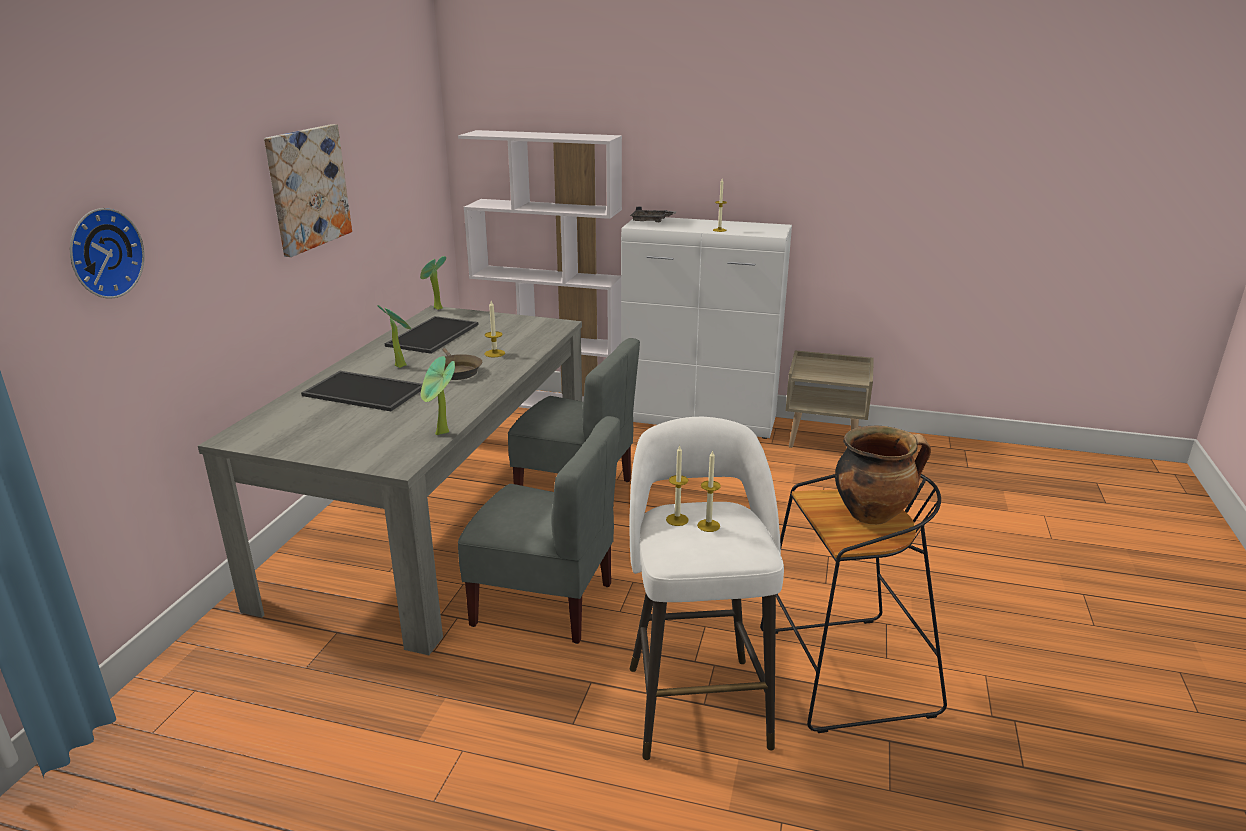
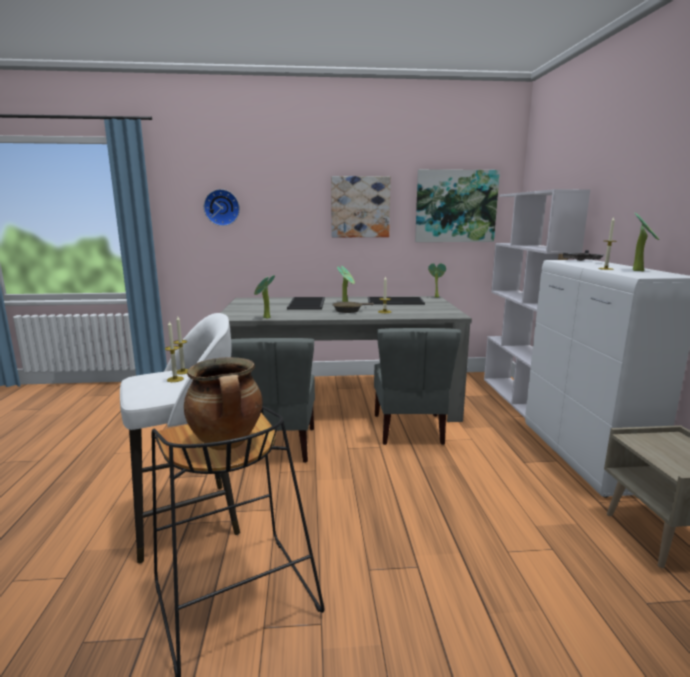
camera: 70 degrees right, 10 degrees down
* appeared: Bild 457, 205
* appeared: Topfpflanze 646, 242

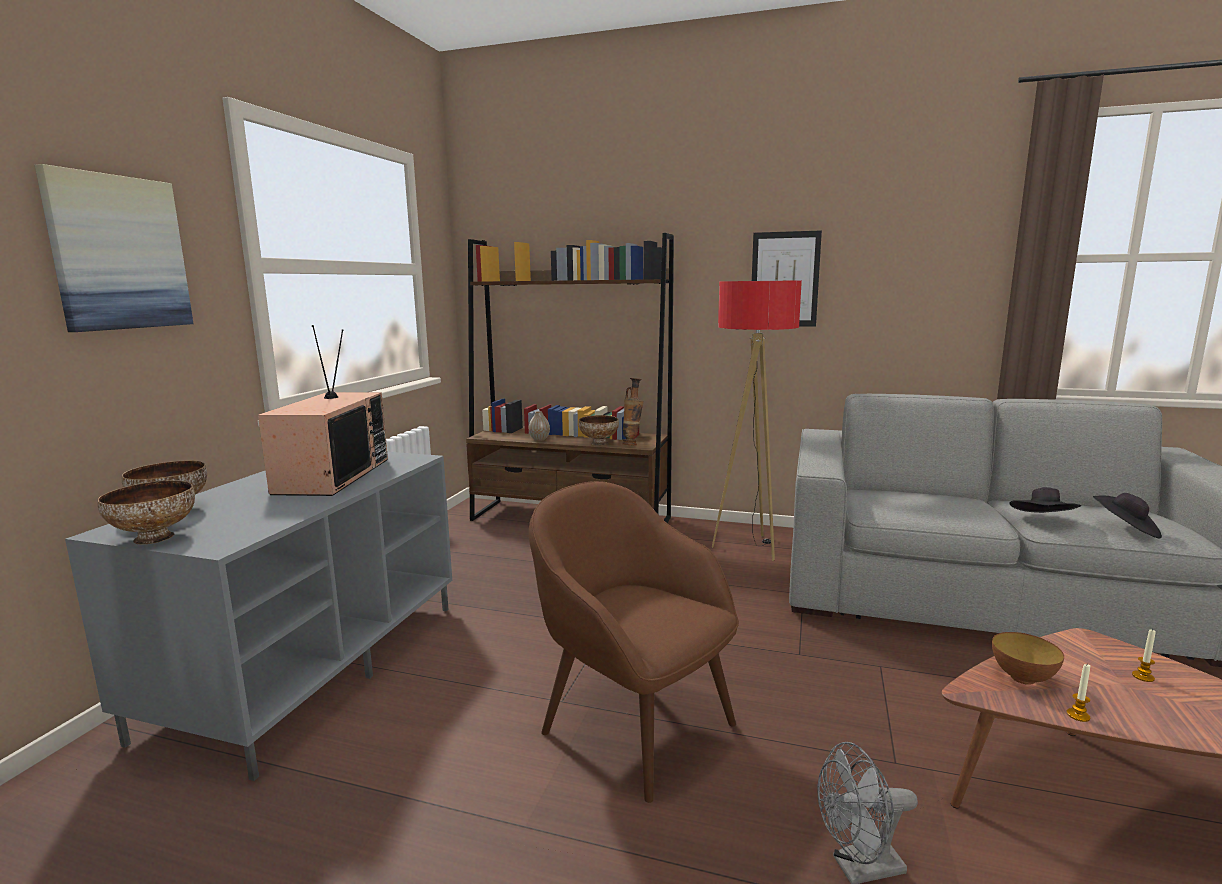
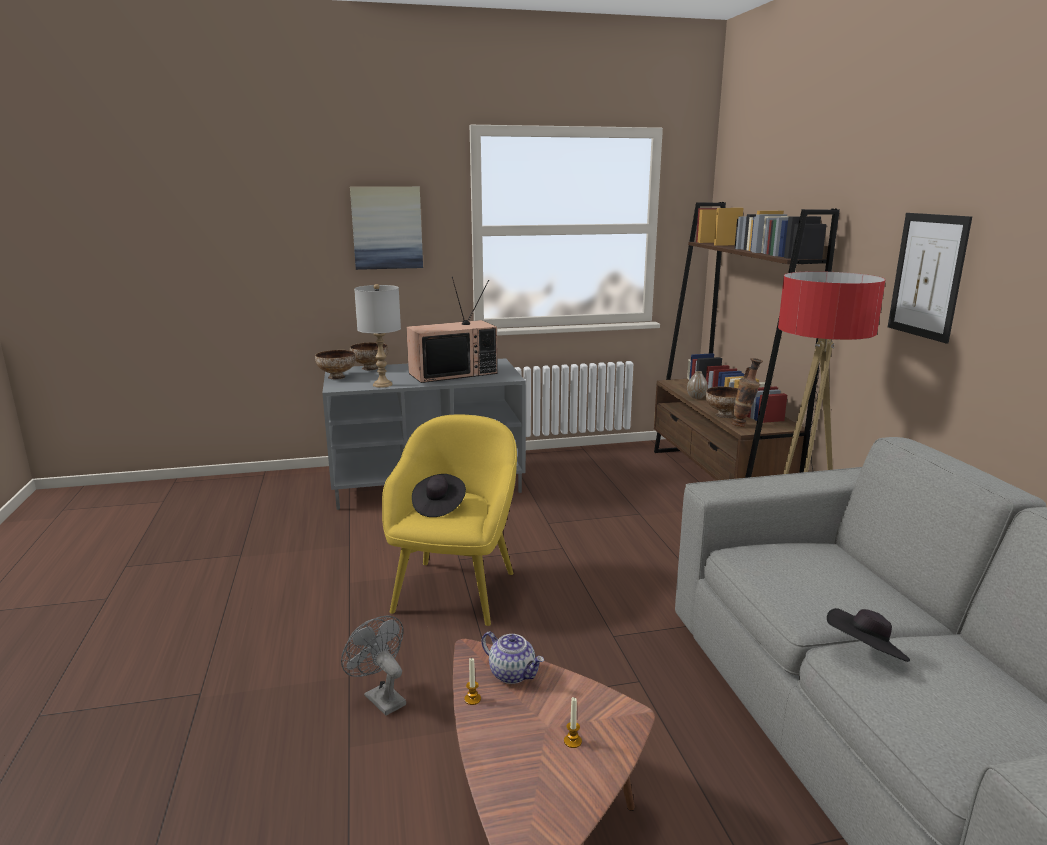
camera: 60 degrees right, 5 degrees up
* appeared: Tischlampe (grau) 377, 336
* relocated: Hut (schwarz) 1127, 516 to 439, 495
* exchanged: Schüssel 1028, 658 to Teekanne 512, 657
* colour: Sessel (braun) 634, 642 to Sessel (gelb) 449, 520

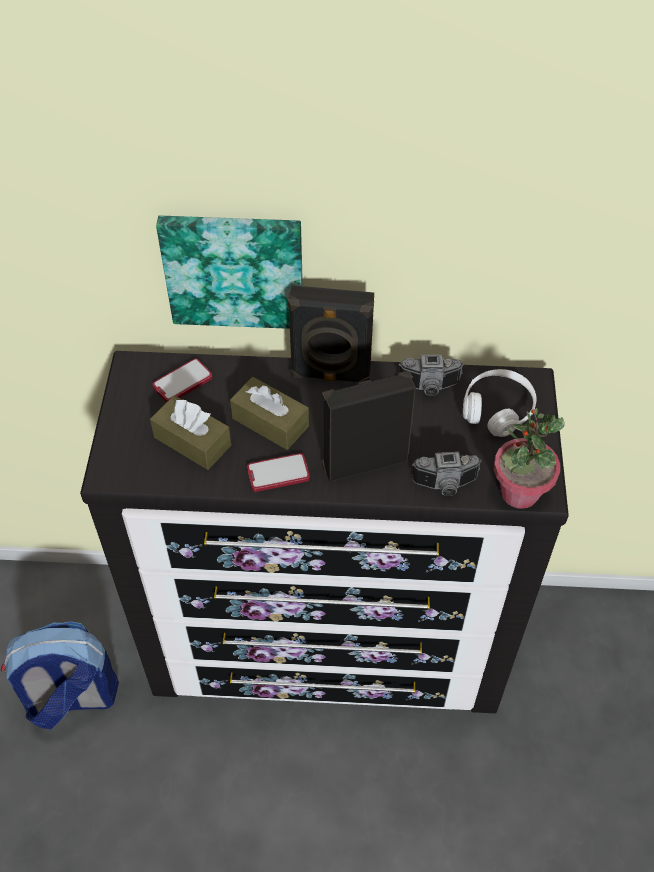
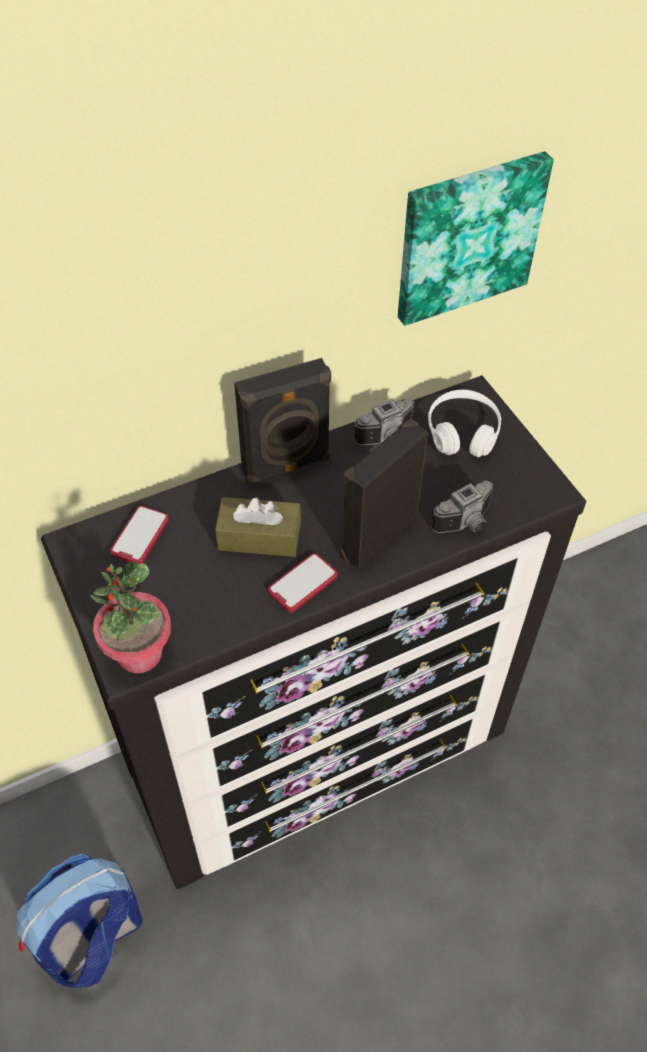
camera: 30 degrees left, 0 degrees up
* missing: Taschentuchbox (braun) 190, 432
* relocated: Bild 229, 272 to 476, 238
* relocated: Topfpflanze 529, 458 to 130, 617

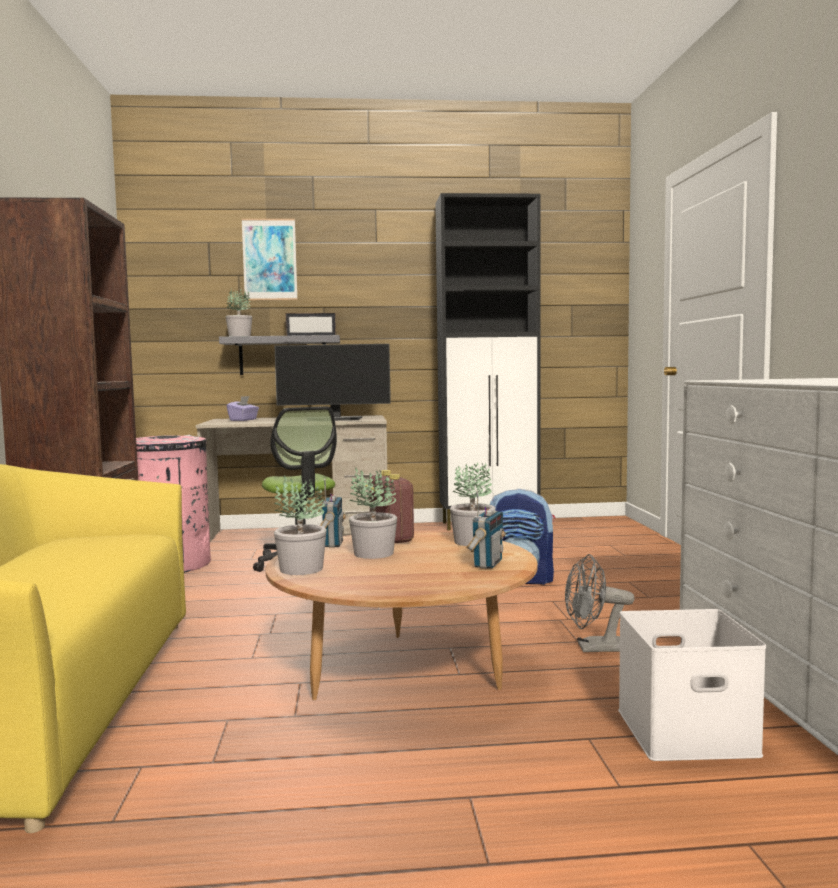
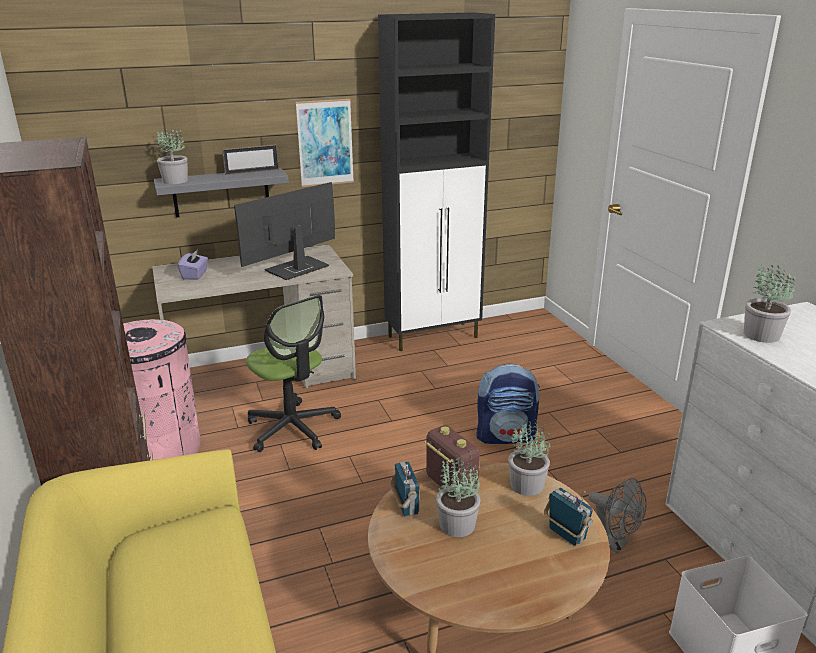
camera: 15 degrees left, 20 degrees up
* relocated: Bild 270, 259 to 325, 143
* relocated: Topfpflanze 300, 525 to 769, 304
* spun: Monitor 333, 382 = 284, 231 150 degrees clockwise
* spun: Radio 486, 529 = 568, 517 45 degrees counterclockwise
* spun: Ventilator (grau) 599, 603 = 617, 515 120 degrees counterclockwise

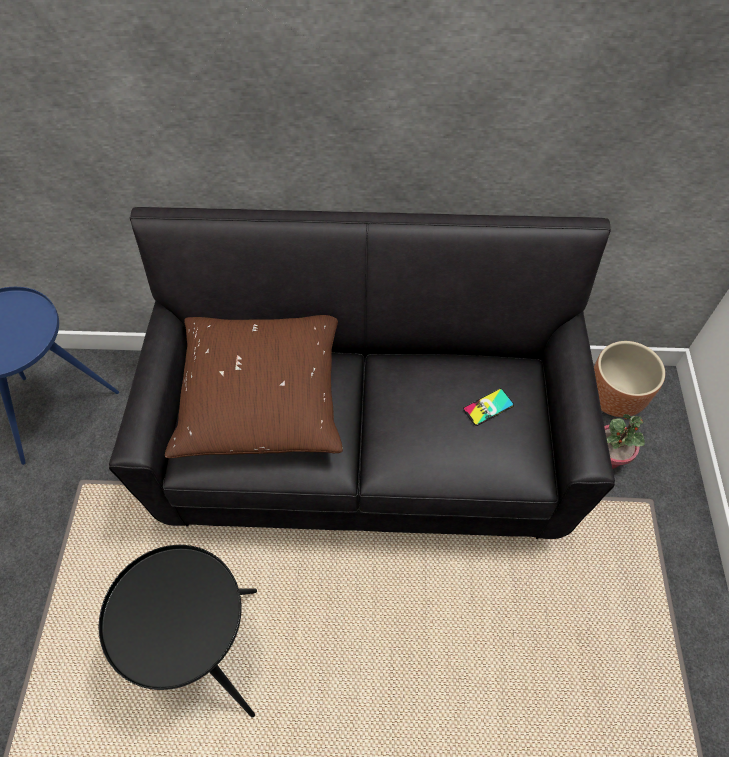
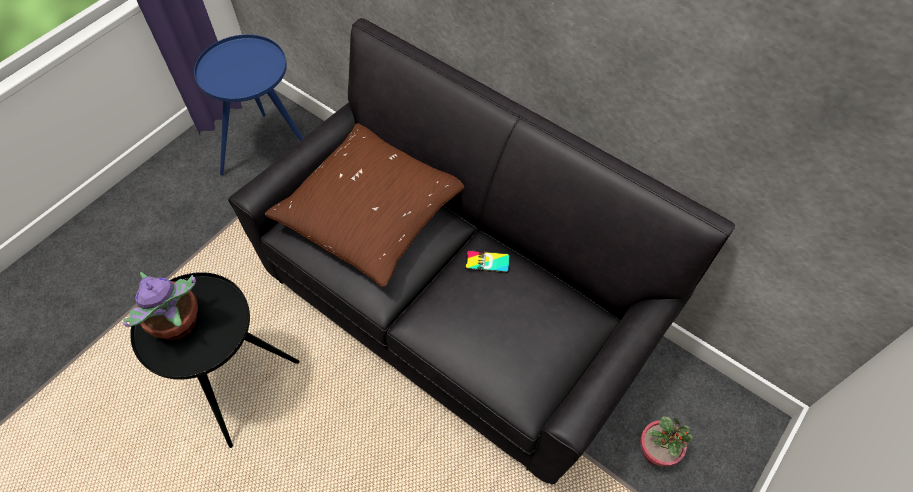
camera: 35 degrees right, 0 degrees up
* missing: Pflanzkübel (braun) 629, 379
* appeared: Topfpflanze 160, 306
* relocated: Handy 488, 407 to 487, 261

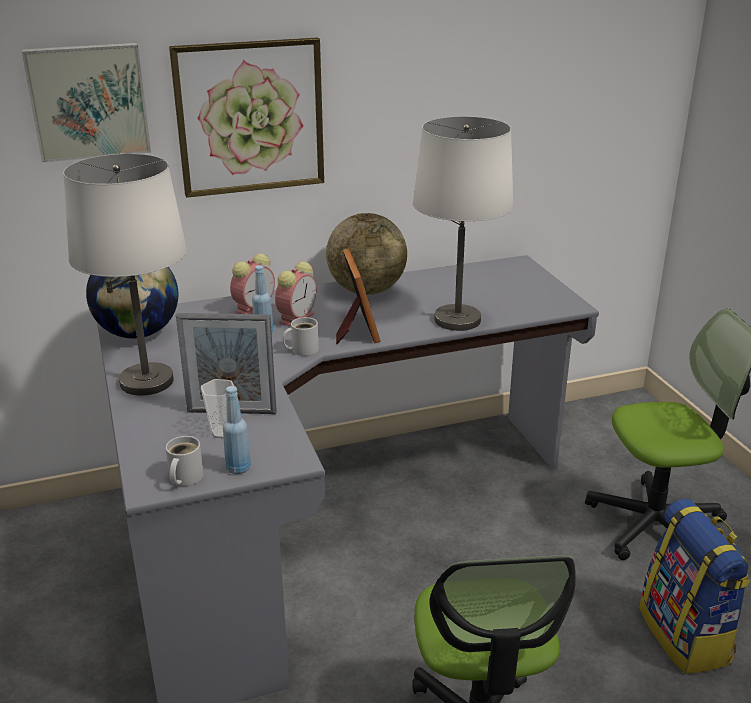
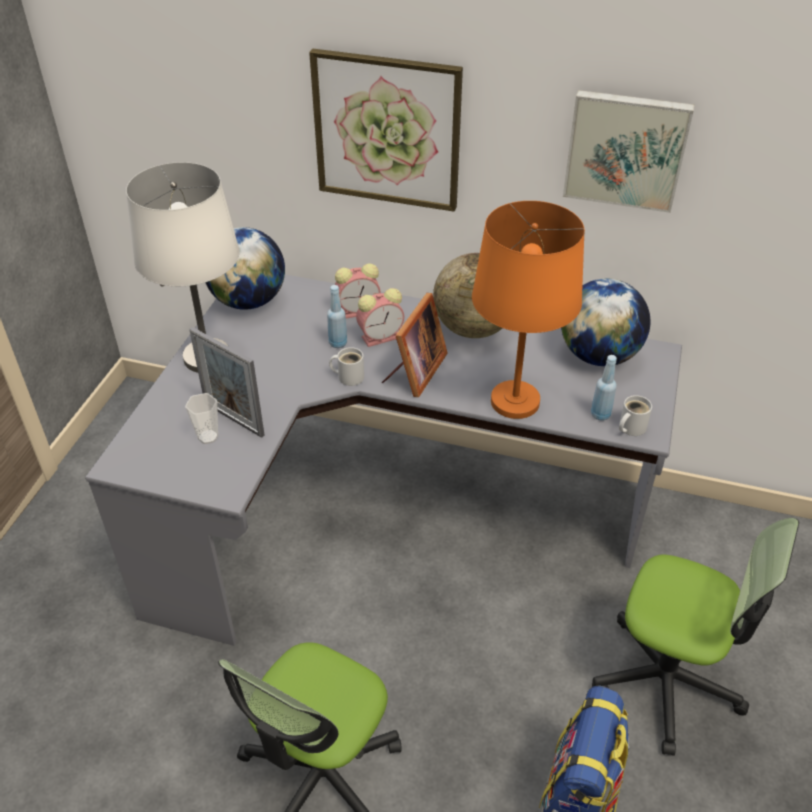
camera: 35 degrees right, 15 degrees up
* appeared: Globus 605, 322
* relocated: Bild 86, 102 to 628, 151
* relocated: Henkelbecher (weiß) 184, 461 to 635, 415
* relocated: Flasche (blau) 237, 430 to 604, 388
* colour: Tischlampe (weiß) 463, 223 to Tischlampe (orange) 528, 310

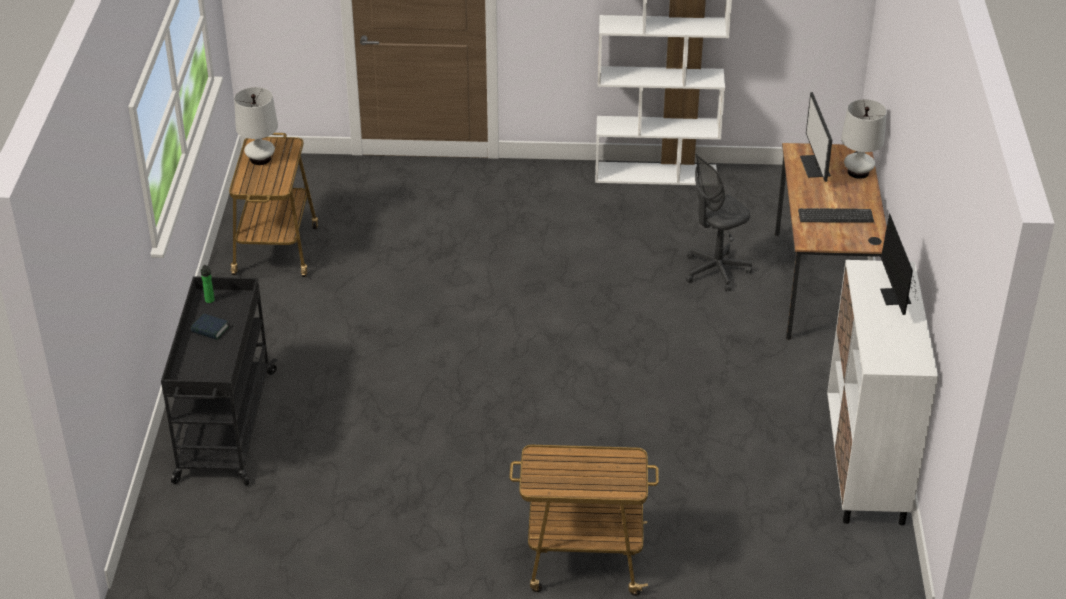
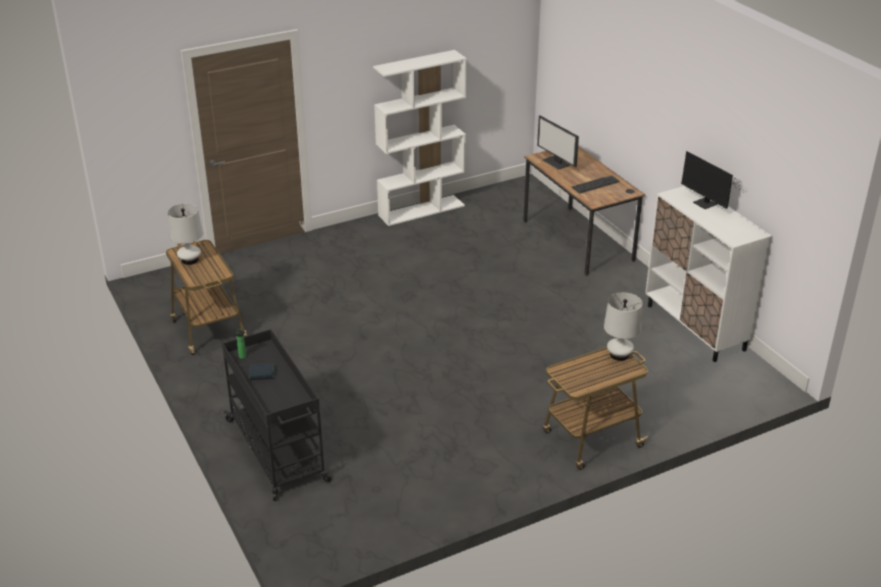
camera: 30 degrees left, 5 degrees down
* missing: Bürostuhl (grau) 719, 223
* relocated: Tischlampe (weiß) 864, 139 to 623, 326

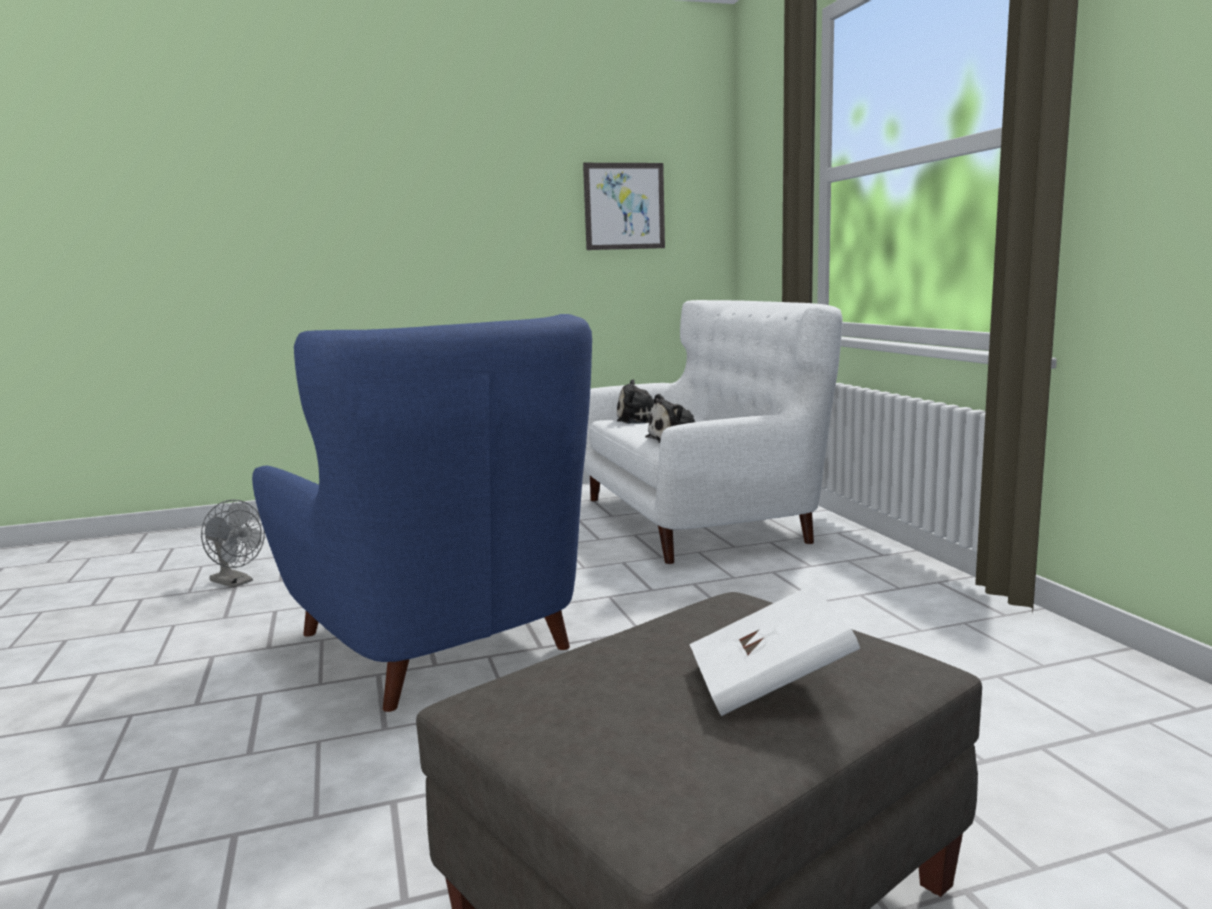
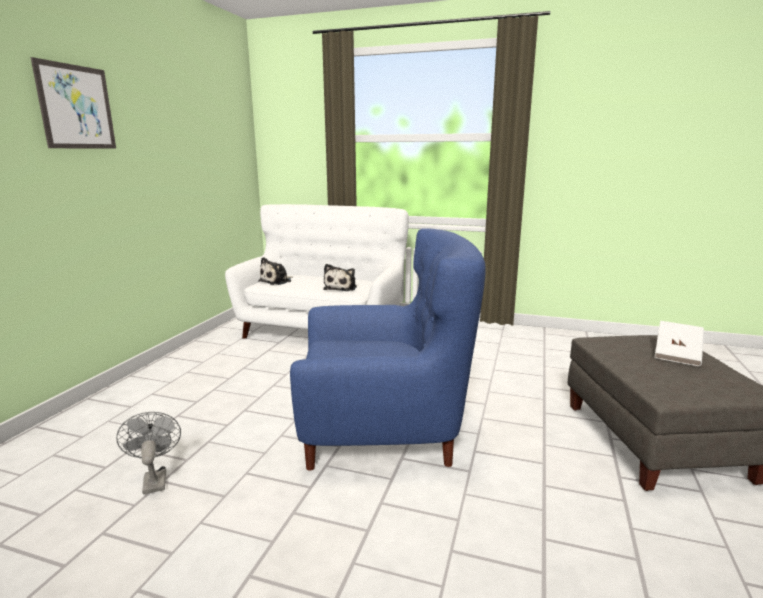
camera: 55 degrees left, 5 degrees up
* relocated: Bild 624, 206 to 73, 103
* spun: Ventilator (grau) 233, 544 = 148, 453 90 degrees counterclockwise

